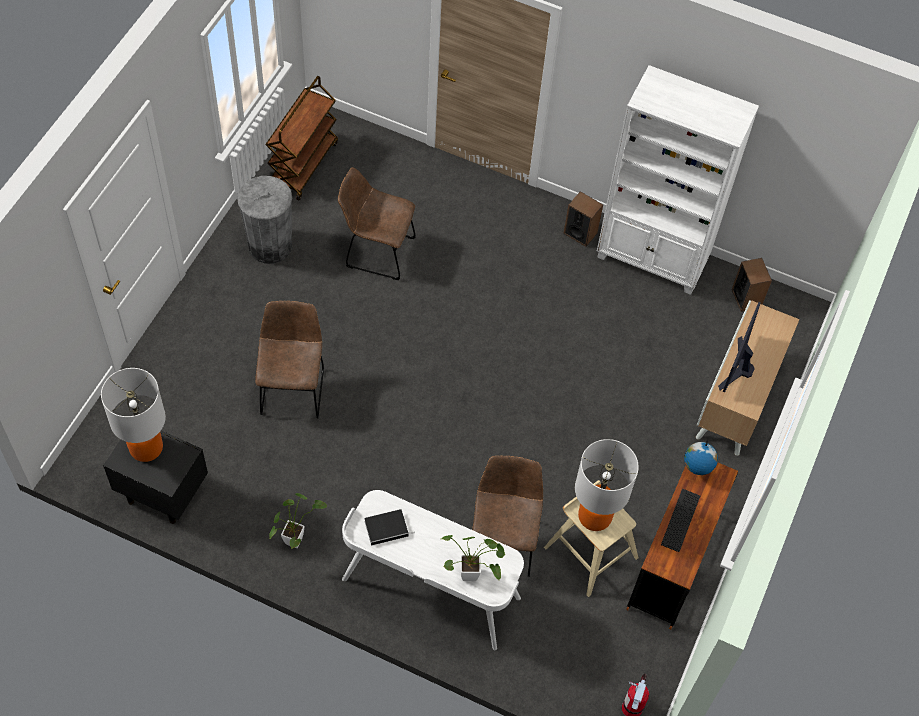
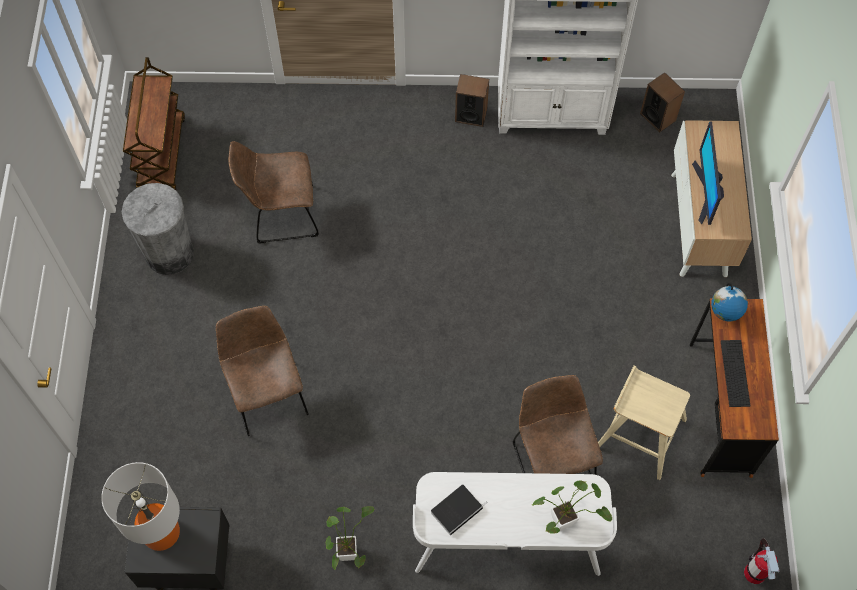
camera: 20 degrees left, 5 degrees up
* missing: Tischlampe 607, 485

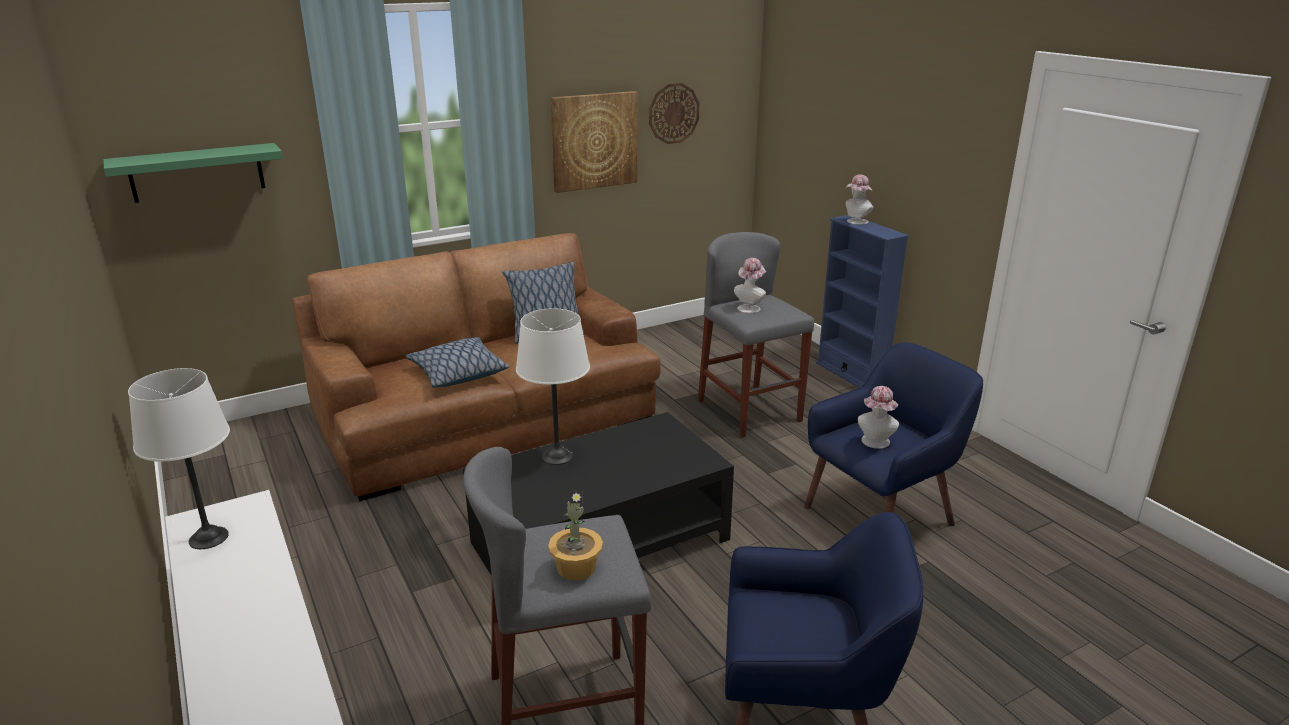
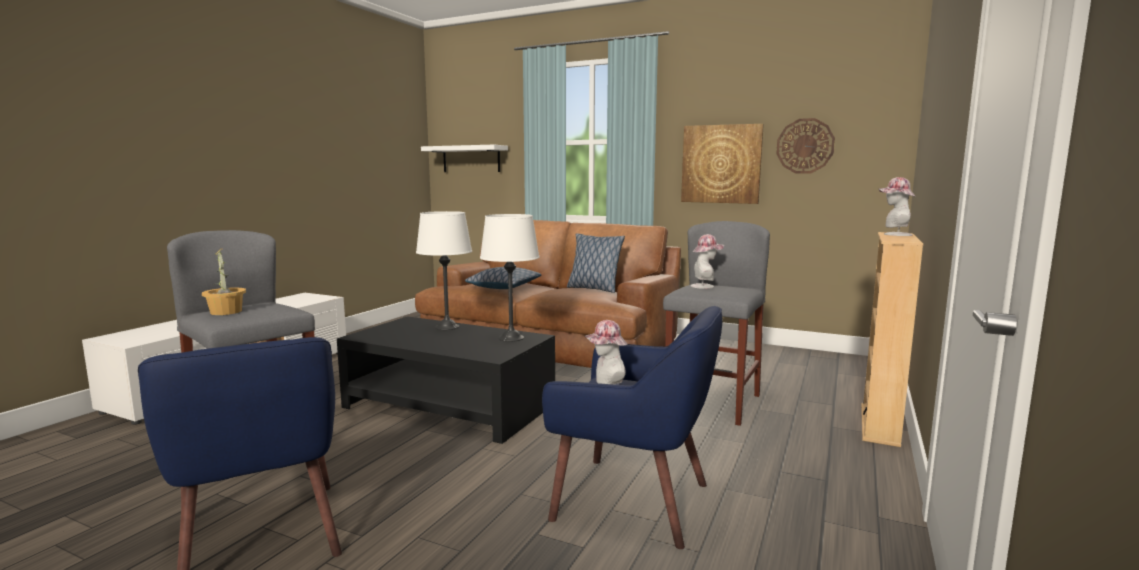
camera: 55 degrees right, 15 degrees down
* relocated: Tischlampe (weiß) 179, 458 to 510, 278
* colour: Wandregal (grün) 193, 173 to Wandregal (weiß) 464, 158
* colour: Bücherregal (blau) 862, 301 to Bücherregal (beige) 892, 339

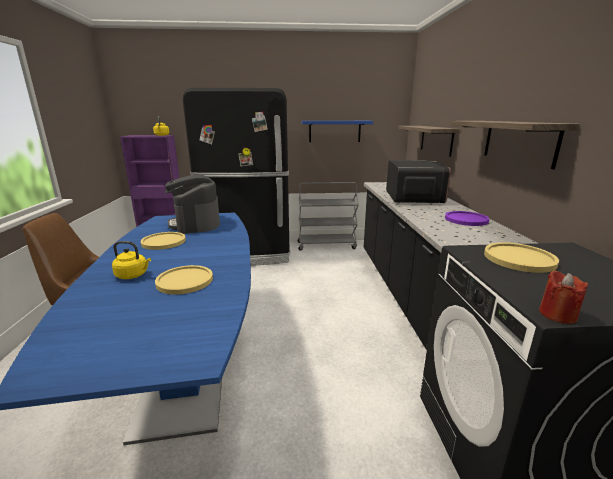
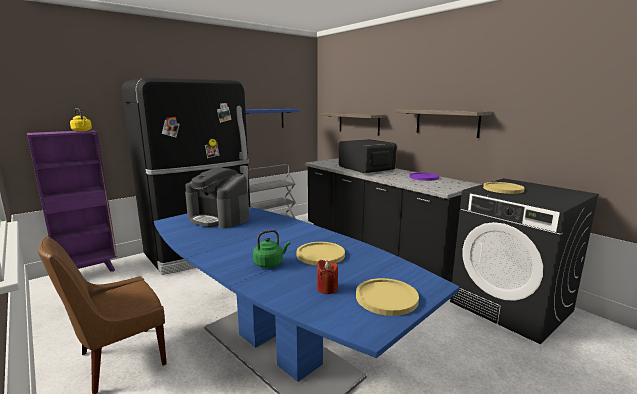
camera: 35 degrees left, 5 degrees down
* relocated: Teller (gelb) 163, 241 to 387, 297
* relocated: Kerze (rot) 563, 297 to 327, 277
* colour: Wasserkessel (gelb) 131, 260 to Wasserkessel (grün) 271, 249

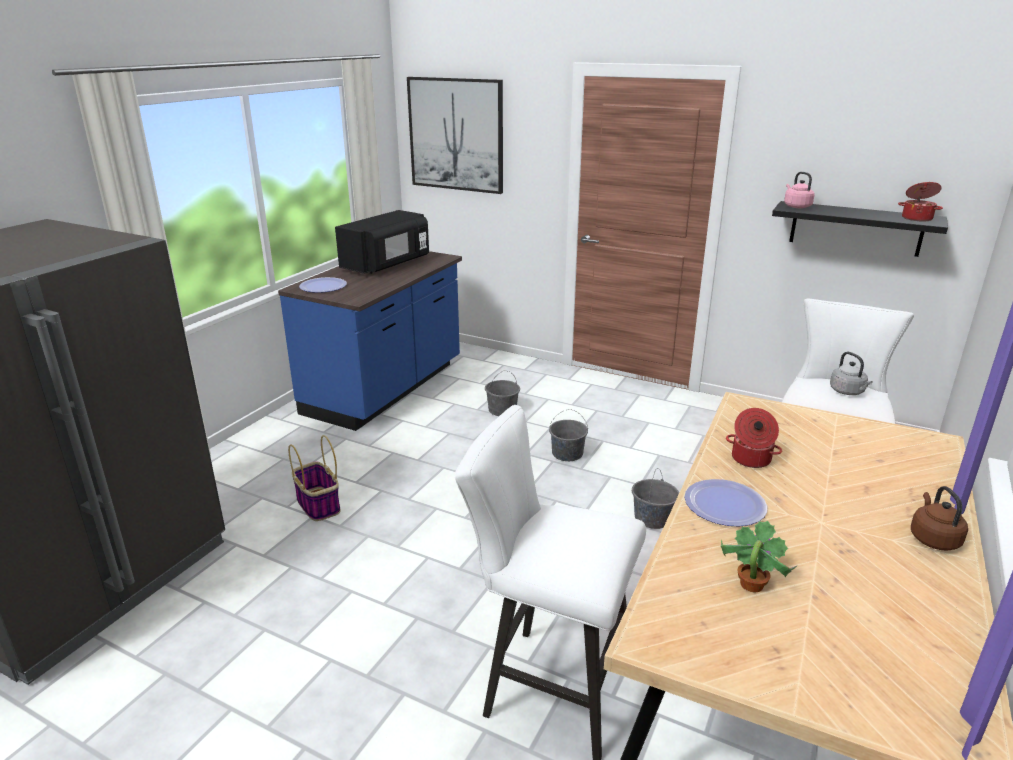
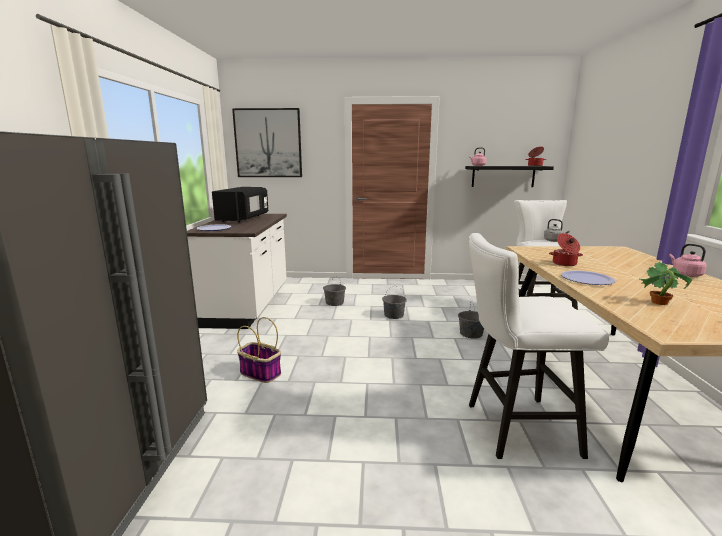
camera: 25 degrees left, 10 degrees down
* colour: Küchenzeile (blau) 370, 341 to Küchenzeile (weiß) 237, 271
* colour: Wasserkessel (braun) 939, 518 to Wasserkessel (rosa) 688, 260

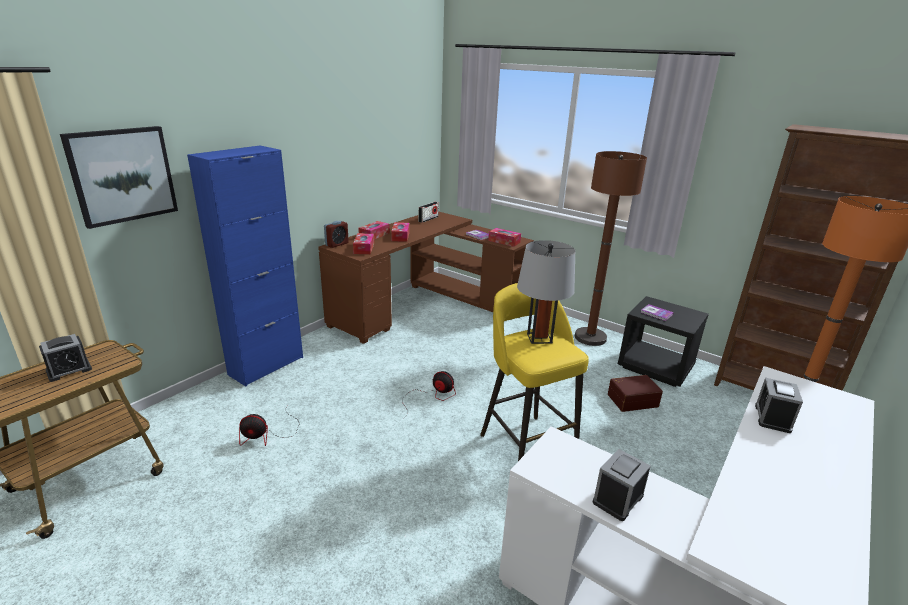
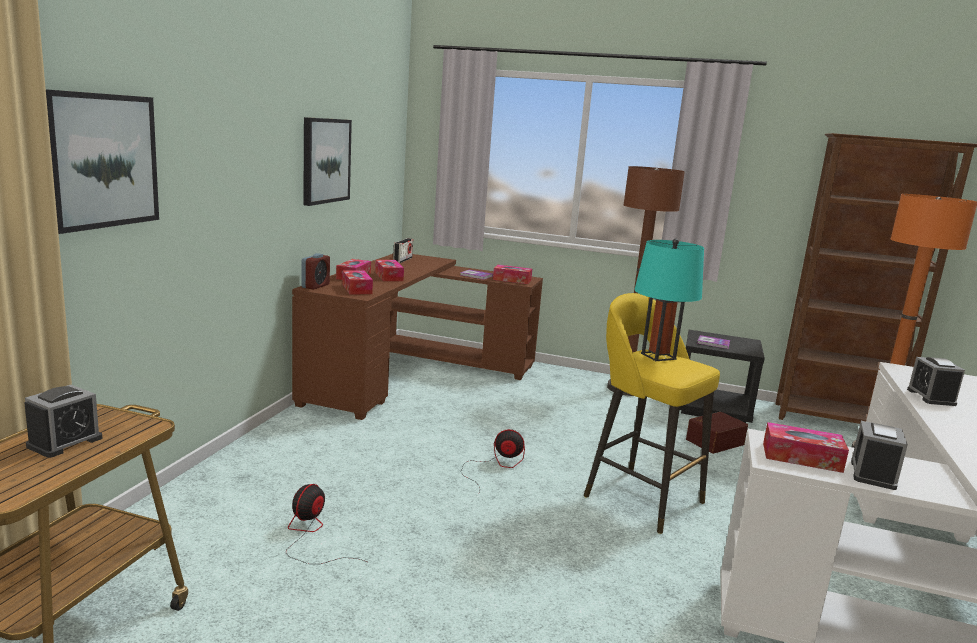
camera: 20 degrees left, 10 degrees down
* missing: Schrank (blau) 245, 265
* appeared: Bild 327, 161
* appeared: Taschentuchbox 806, 447
* colour: Tischlampe (grau) 546, 292 to Tischlampe (türkis) 669, 300
* spun: Ventilator 269, 425 = 326, 524 135 degrees clockwise

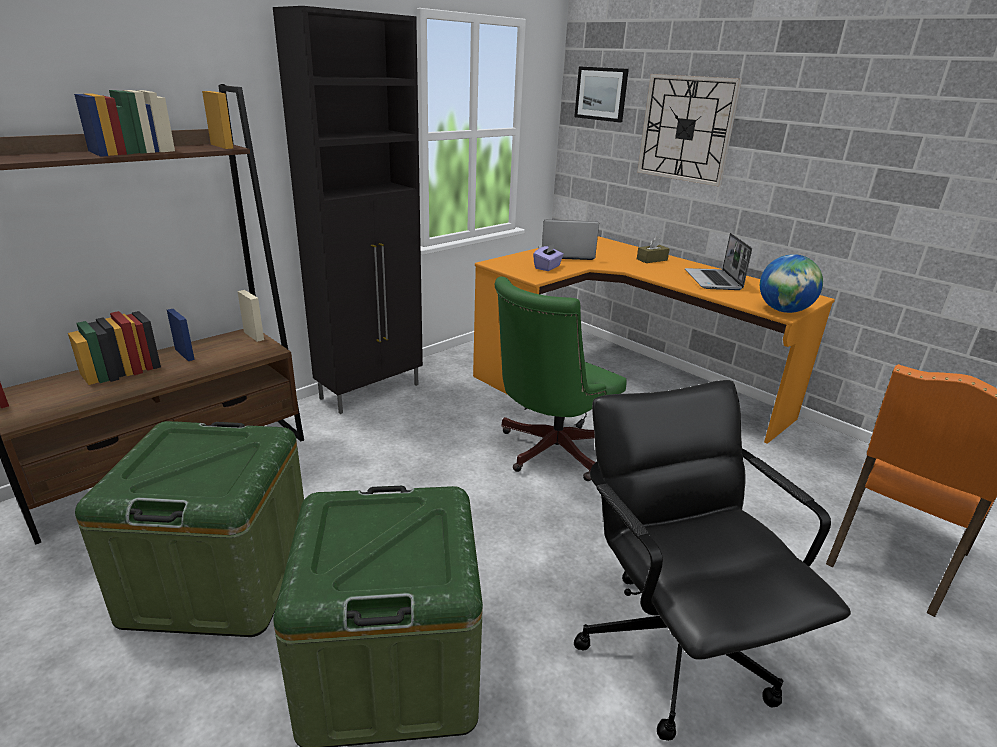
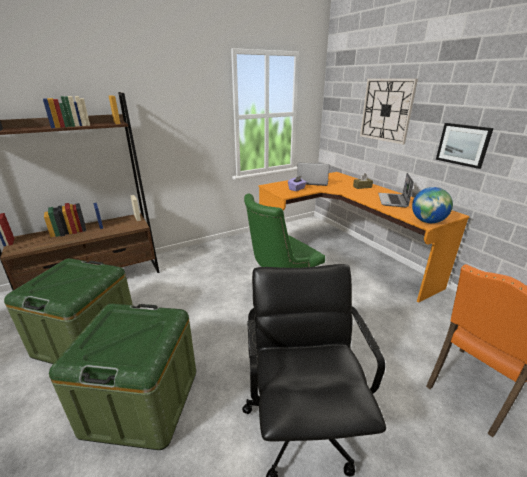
camera: 15 degrees right, 0 degrees up
* missing: Schrank (schwarz) 348, 210
* relocated: Bild 601, 94 to 465, 146

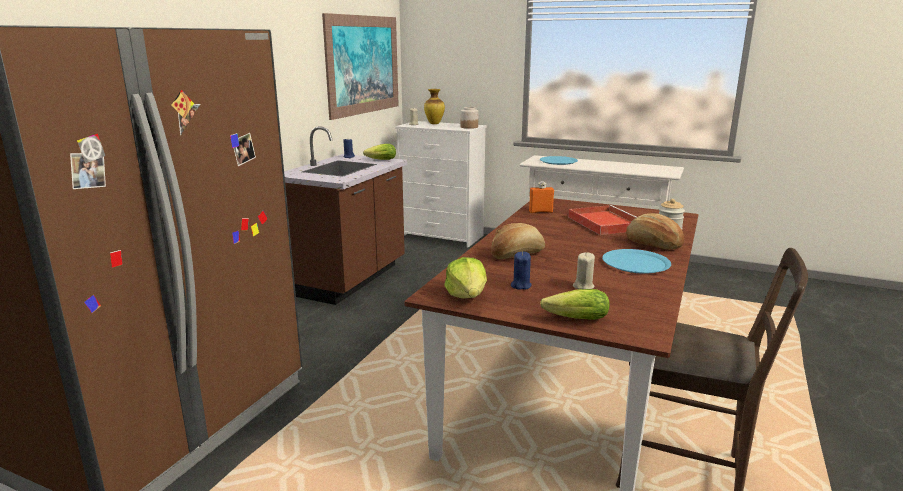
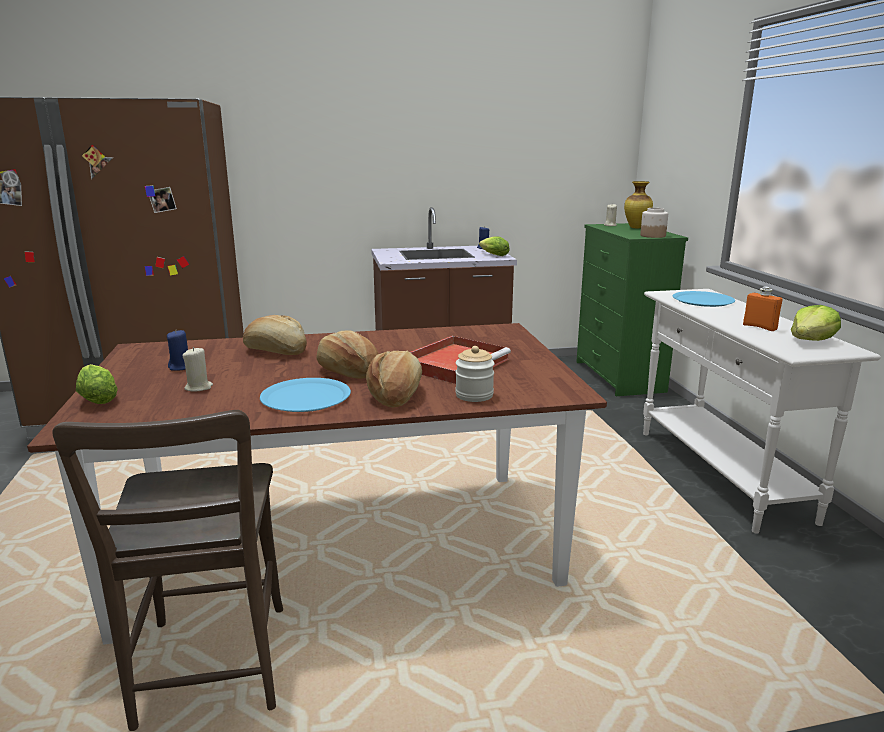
camera: 55 degrees right, 0 degrees up
* missing: Bild 360, 66
* appeared: Brot 347, 354
* relocated: Salatkopf 465, 277 to 816, 323
* relocated: Flasche (orange) 541, 197 to 762, 309
* colour: Kommode (weiß) 441, 184 to Kommode (grün) 632, 309

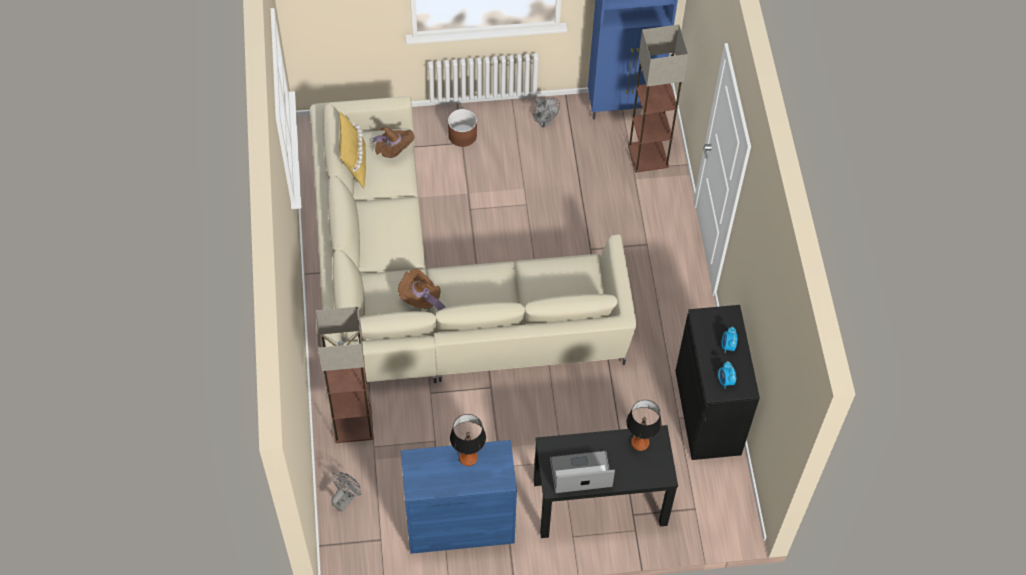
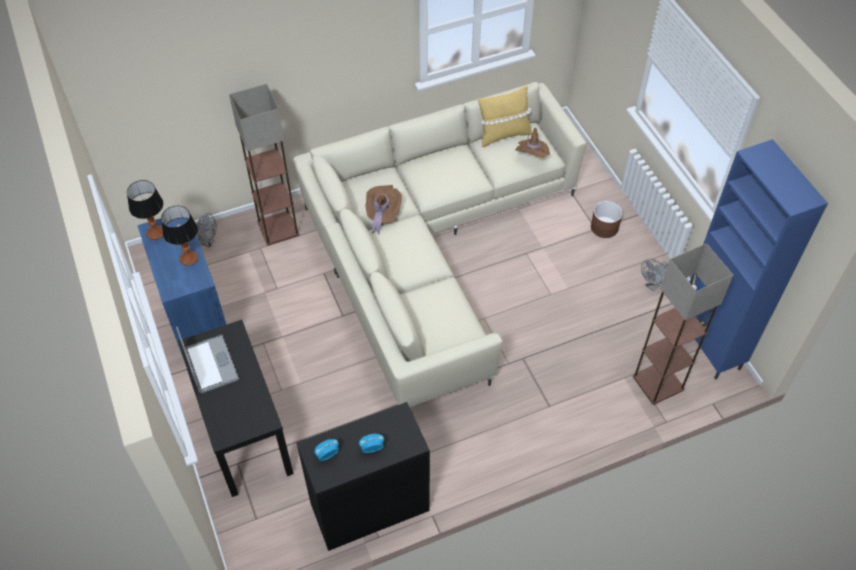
camera: 75 degrees right, 5 degrees down
* relocated: Tischlampe 644, 425 to 145, 210

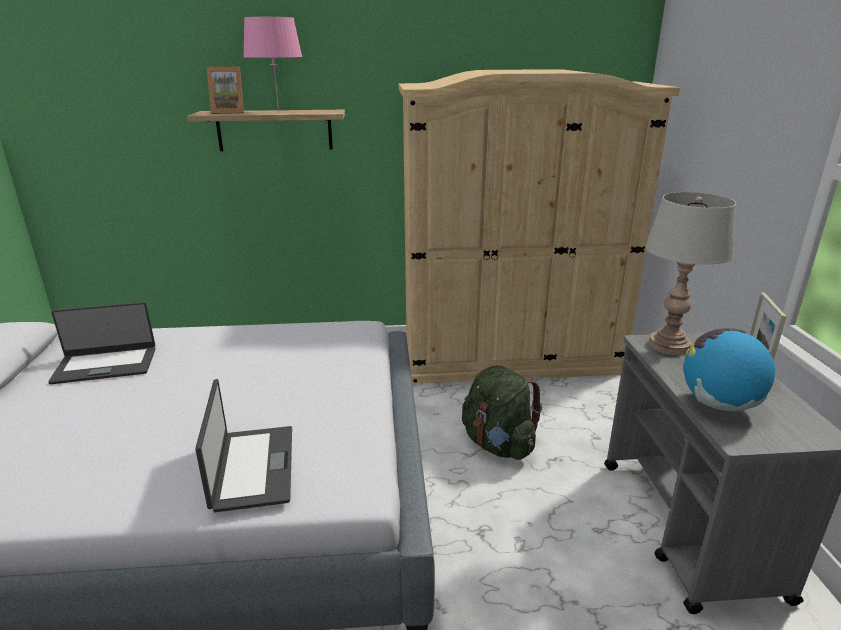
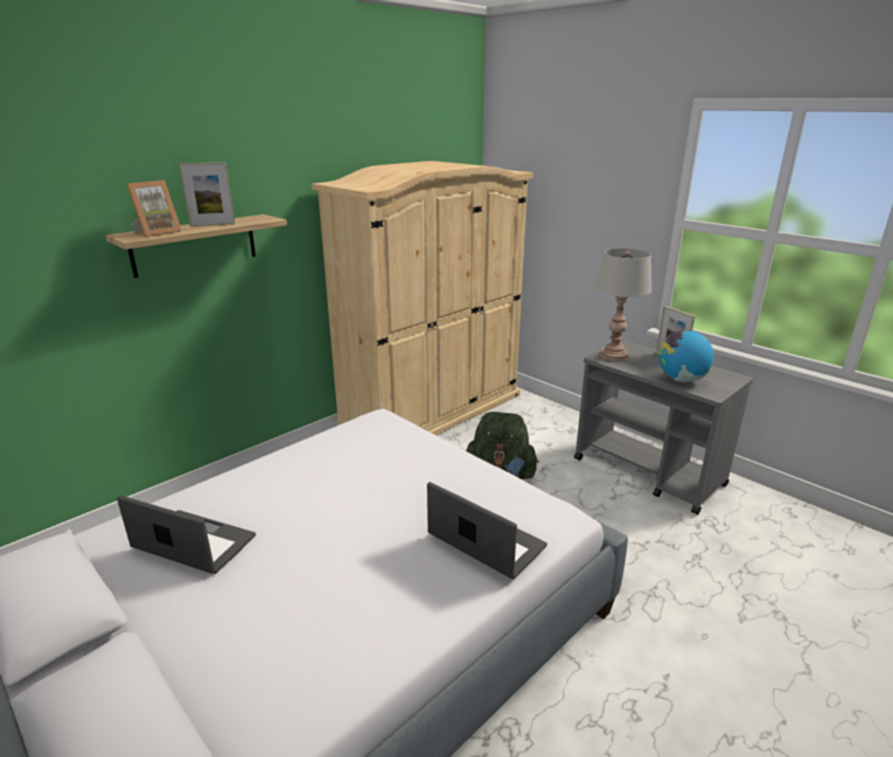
camera: 40 degrees left, 0 degrees up
* exchanged: Tischlampe (rosa) 273, 64 to Bilderrahmen 207, 194
* spun: Laptop 102, 343 = 186, 534 105 degrees counterclockwise

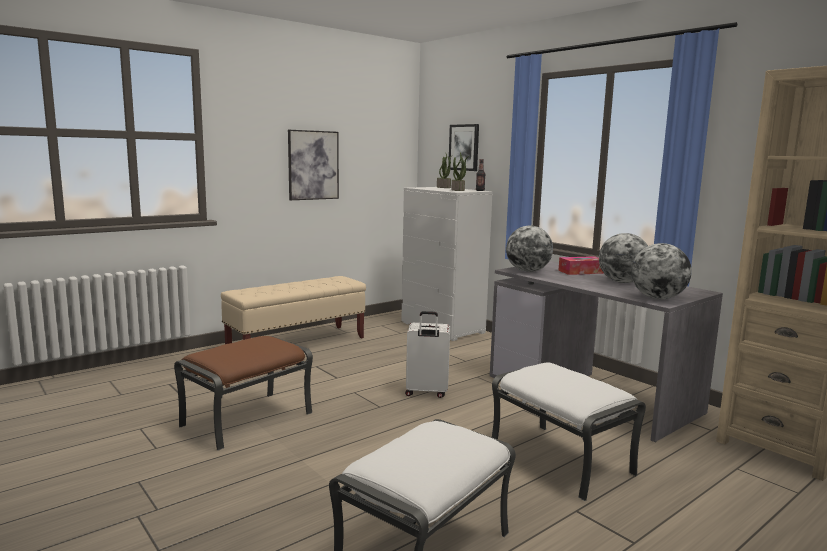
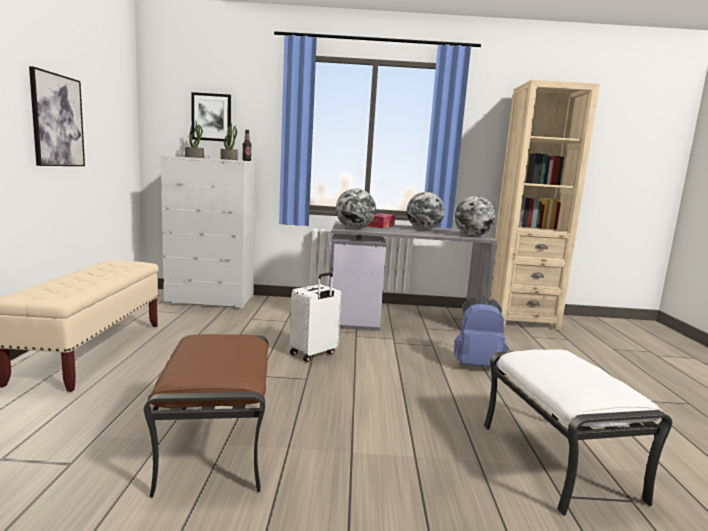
camera: 50 degrees left, 0 degrees up
* exchanged: Polsterhocker (weiß) 569, 432 to Rucksack (blau) 481, 332

